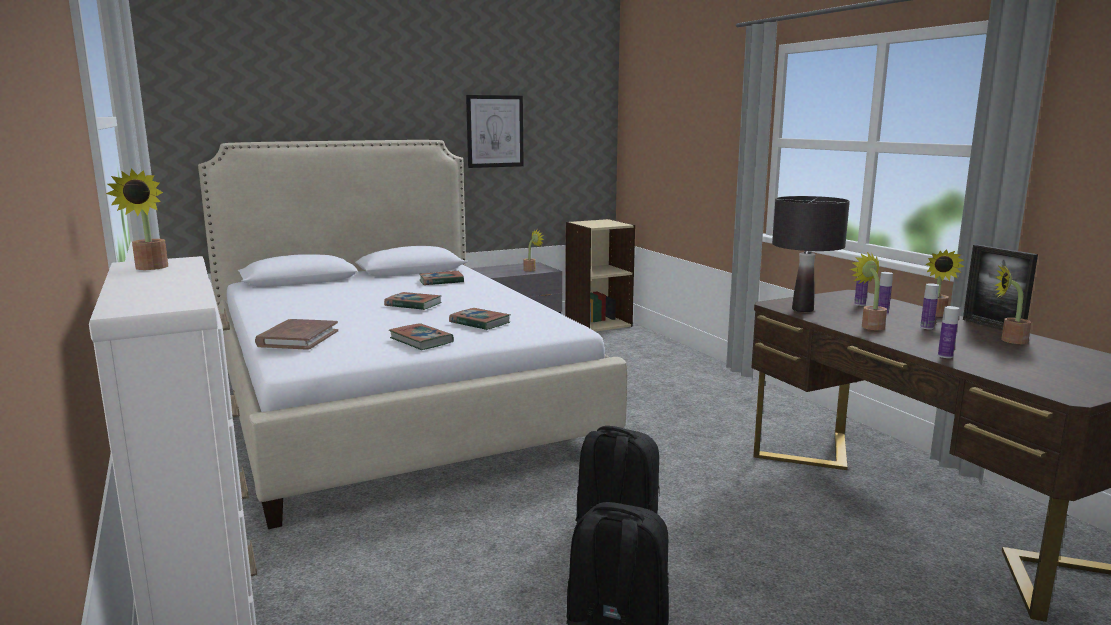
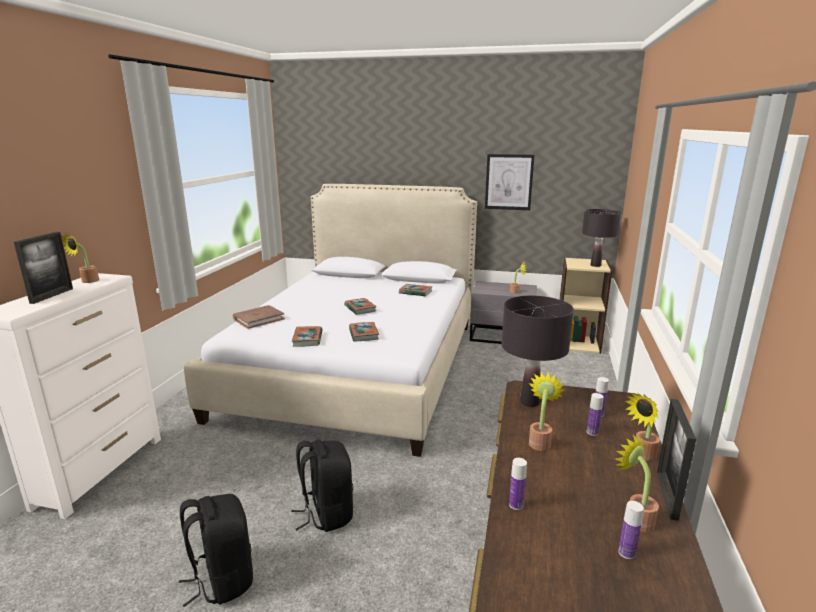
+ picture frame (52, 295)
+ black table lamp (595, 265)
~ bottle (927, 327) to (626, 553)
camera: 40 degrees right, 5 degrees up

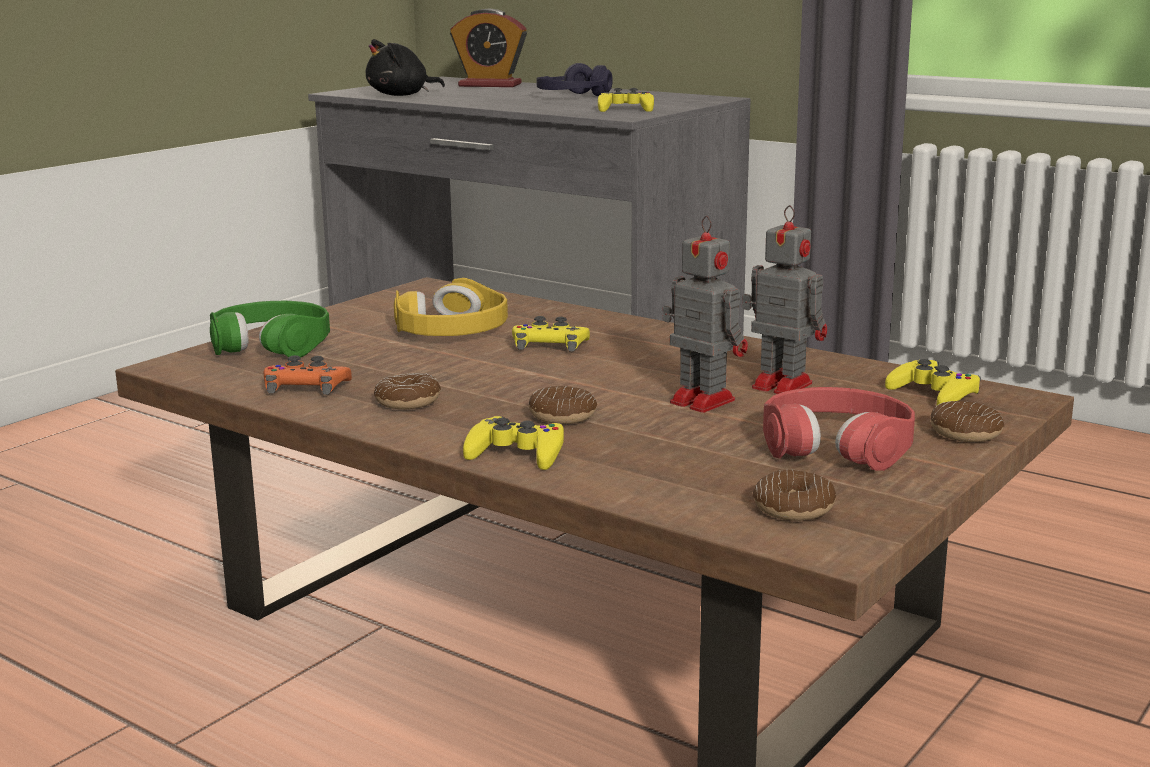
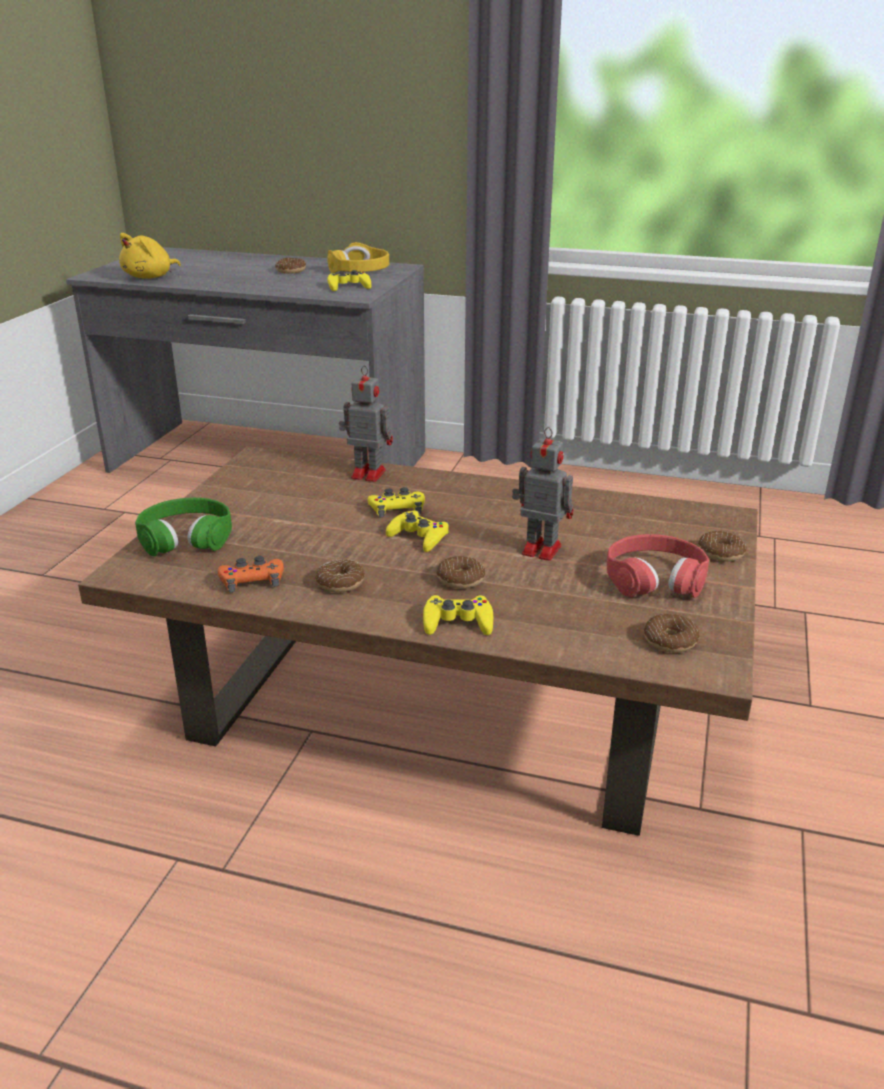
~ black plush toy (401, 95) to yellow plush toy (150, 277)
~ purple headphones (573, 96) to donut (291, 271)
~ yellow headphones (452, 330) to (360, 270)
~ toy robot (779, 385) to (366, 473)
~ yellow game controller (933, 394) to (419, 537)
- alarm clock (490, 85)
camera: 20 degrees left, 10 degrees up

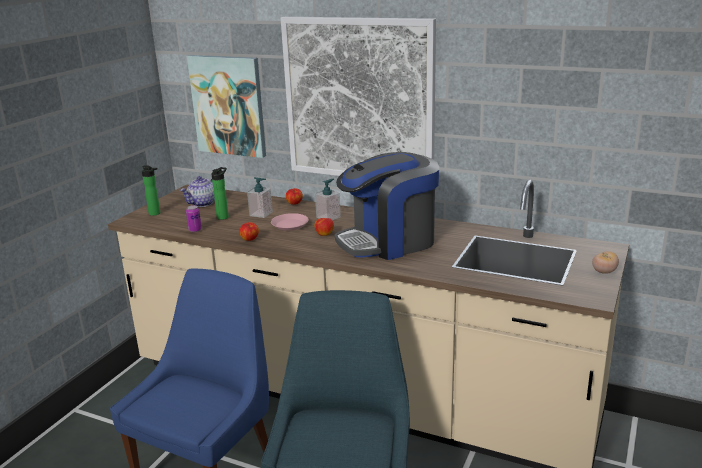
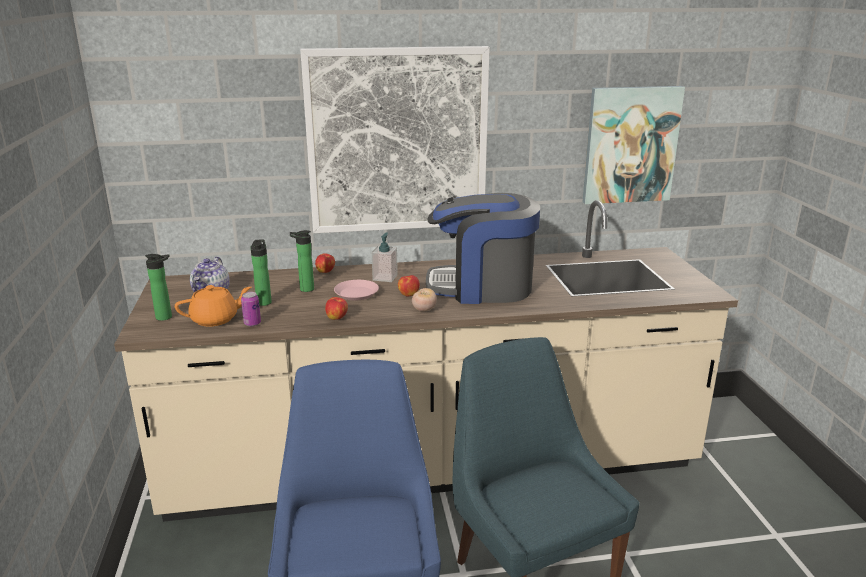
+ orange teapot (215, 319)
~ soap dispenser (261, 214) to bottle (304, 289)
~ tomato (604, 272) to (424, 310)
~ coffee machine (388, 241) = (482, 287) 60 degrees clockwise
~ picture (228, 105) to (630, 145)
camera: 35 degrees left, 0 degrees up

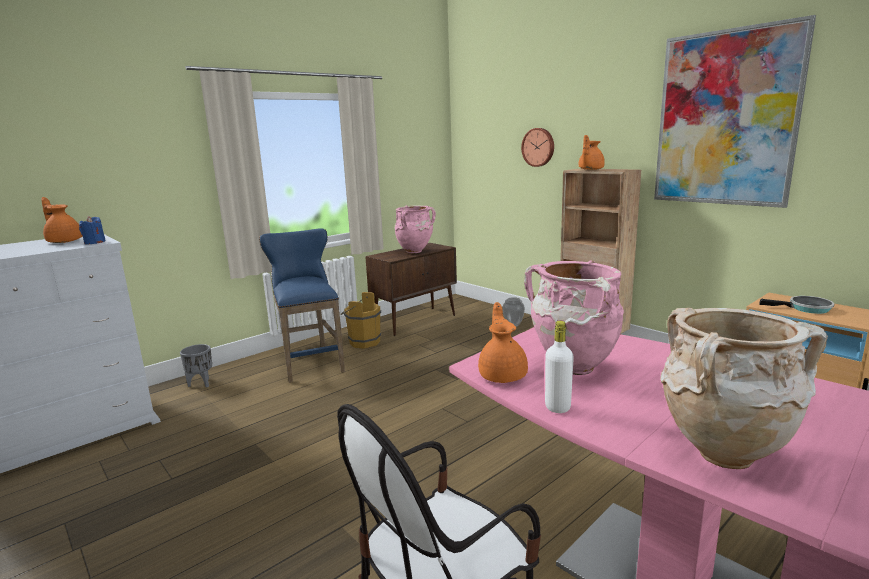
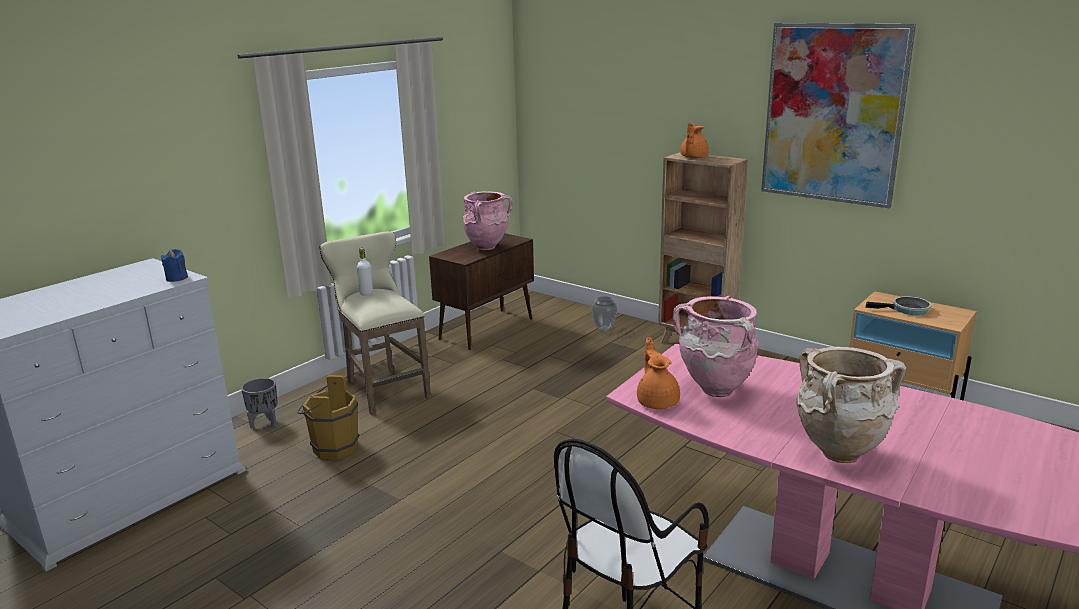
~ brown bucket (362, 342) to (332, 448)
~ blue stool (311, 361) to beige stool (383, 388)
~ white bottle (557, 407) to (366, 293)
- orange teapot (64, 241)
- wall clock (538, 147)
camera: 10 degrees left, 5 degrees up

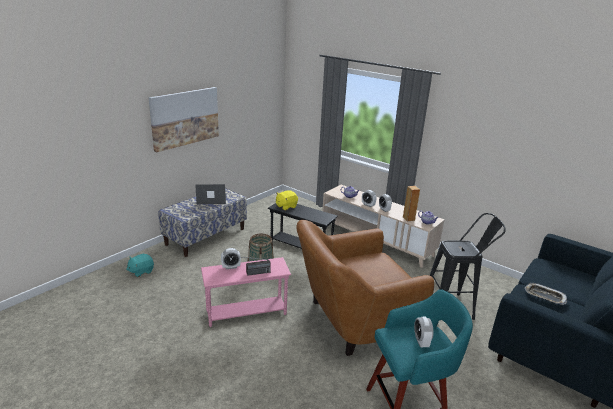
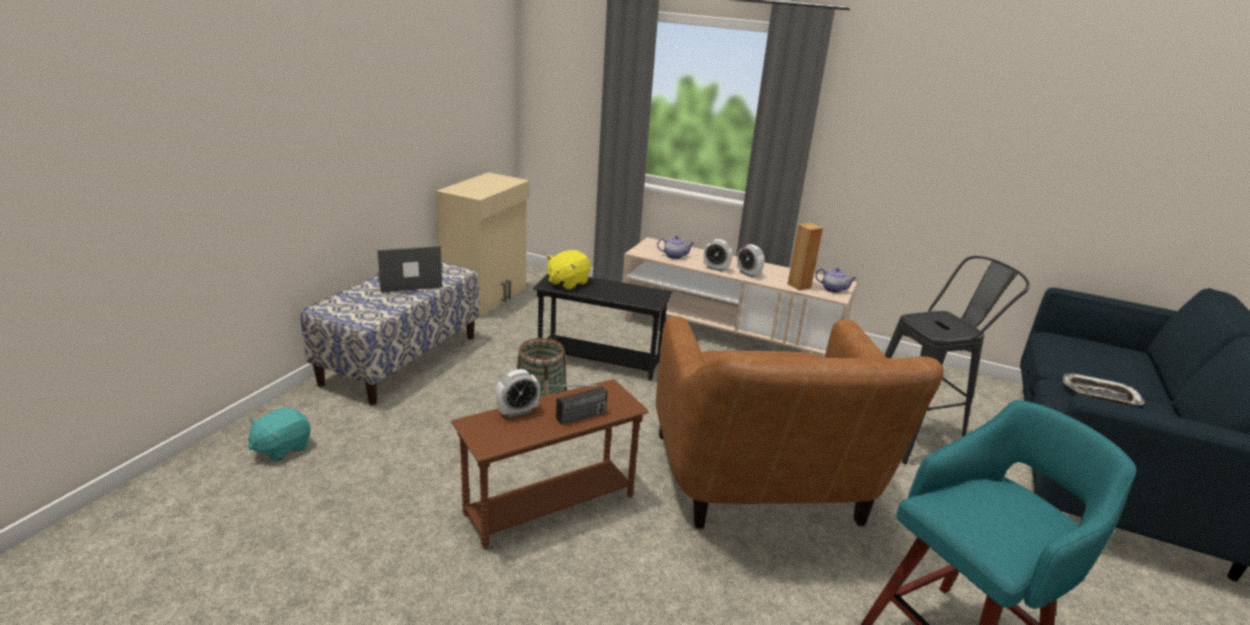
+ beige cabinet (486, 297)
~ pink side table (246, 312) to brown side table (549, 504)
~ brown armchair (353, 321) = (765, 488) 60 degrees counterclockwise
- picture (185, 118)
- alarm clock (421, 341)
camera: 15 degrees left, 0 degrees up

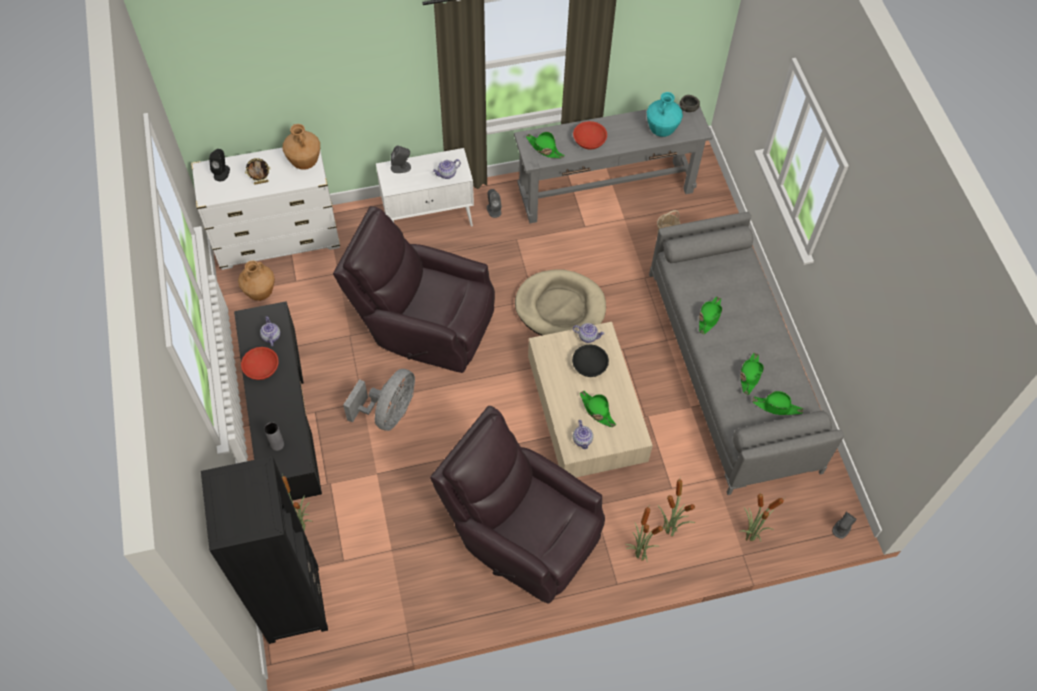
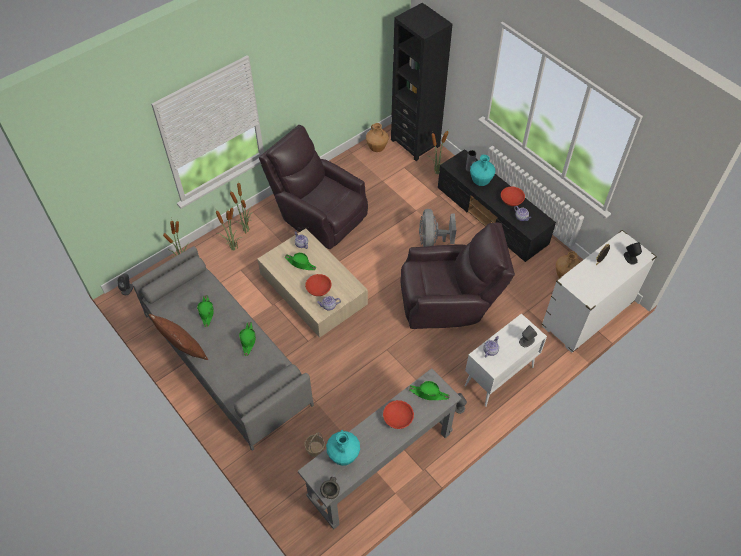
+ brown pillow (183, 349)
~ brown armchair (521, 532) = (318, 214) 150 degrees counterclockwise
~ black bowl (589, 365) to red bowl (318, 288)
~ brown vase (305, 162) to (377, 148)
+ turquoise vase (480, 182)
- beige dog bed (560, 307)
- green hat (777, 407)
camera: 155 degrees right, 5 degrees down

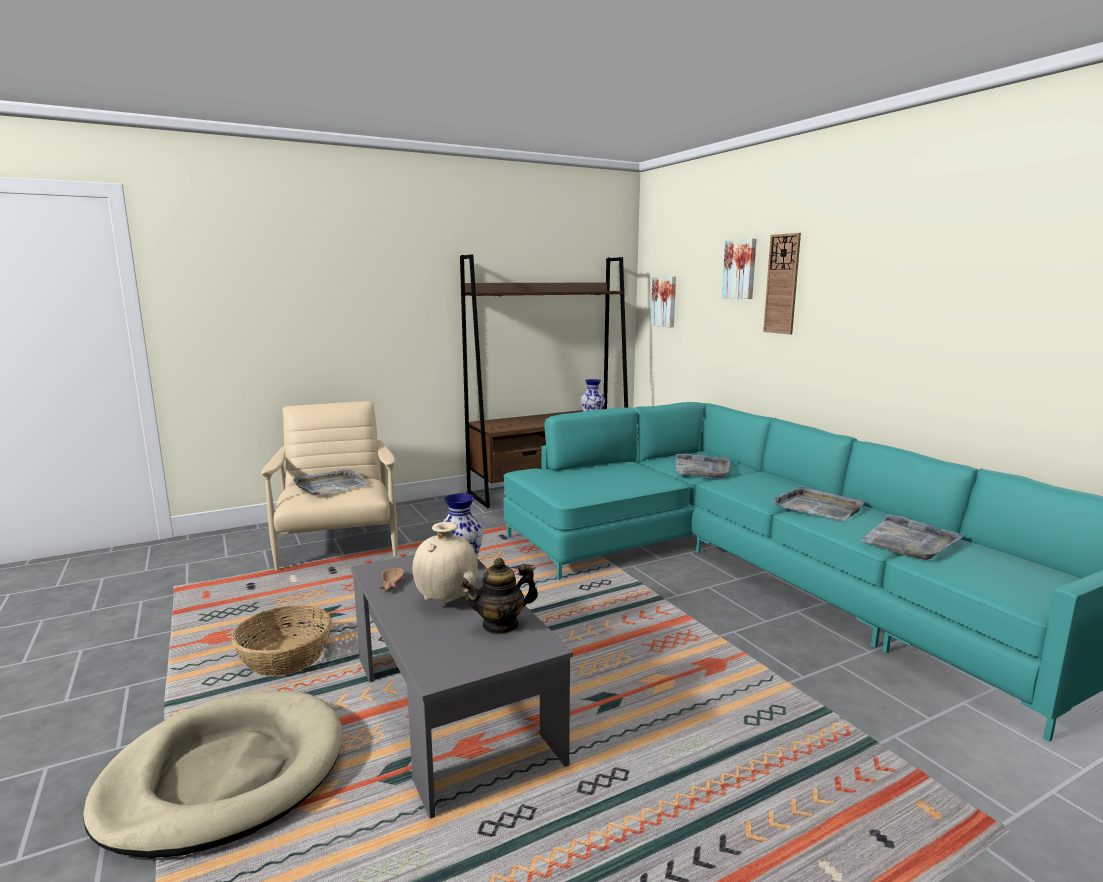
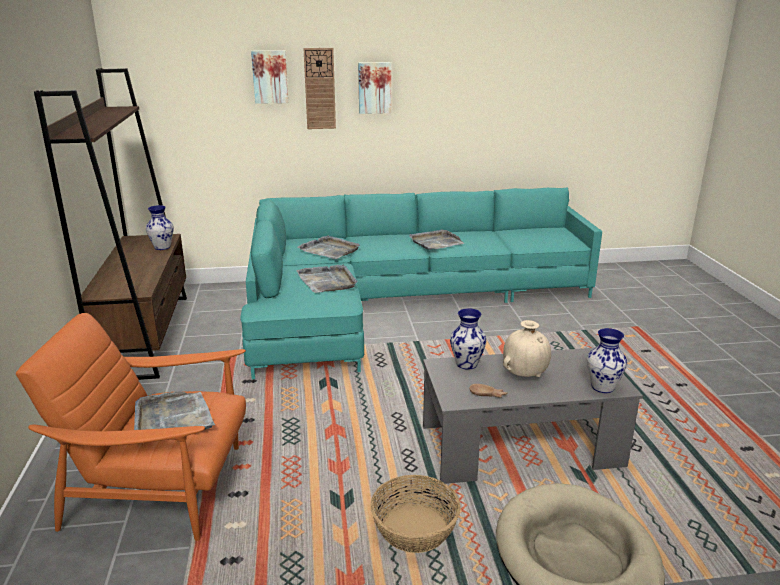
~ beige armchair (338, 544) to orange armchair (160, 488)
~ grey tray (909, 541) to (328, 281)
~ picture (664, 301) to (374, 87)
+ vase (602, 387)
- teapot (501, 625)
camera: 70 degrees left, 10 degrees up

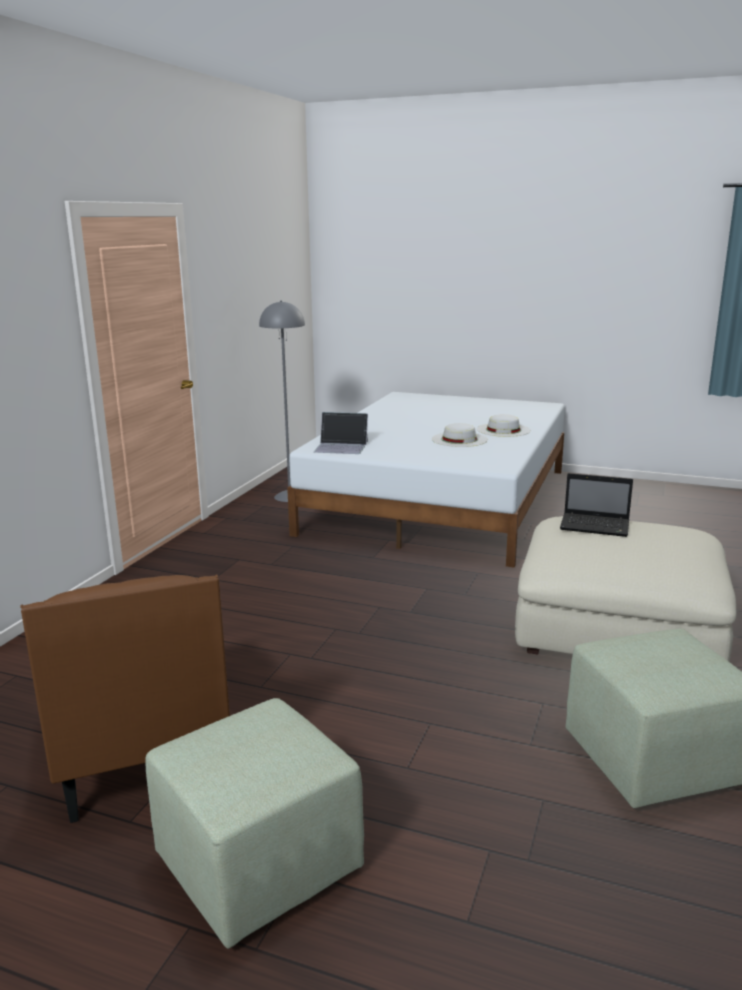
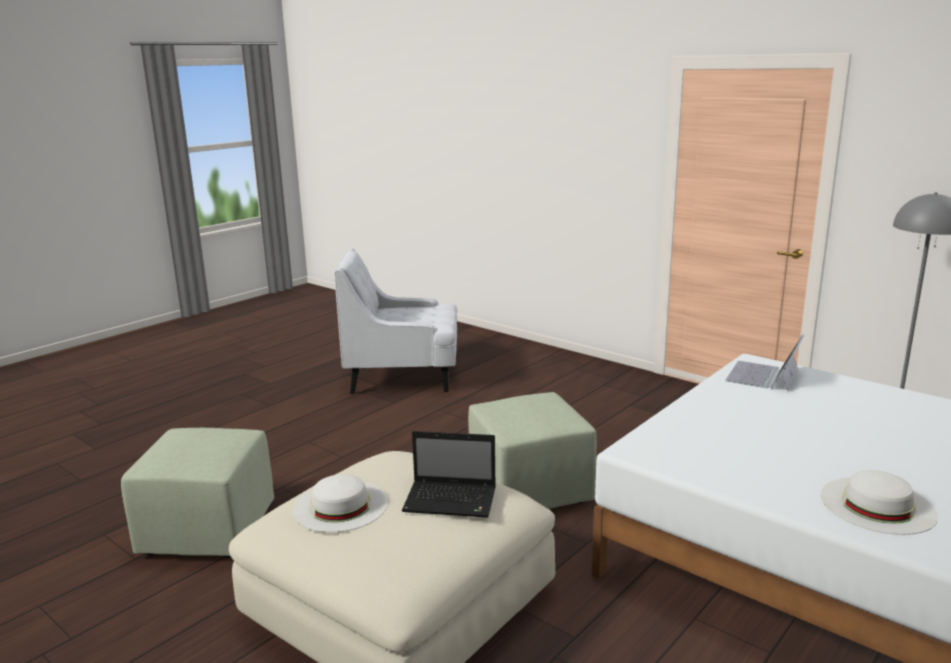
~ white hat (459, 439) to (340, 505)
~ brown armchair (140, 748) to white armchair (404, 377)
~ laptop (596, 526) = (452, 501) 120 degrees counterclockwise
~ green ottoman (260, 863) to (531, 491)
camera: 110 degrees right, 0 degrees up

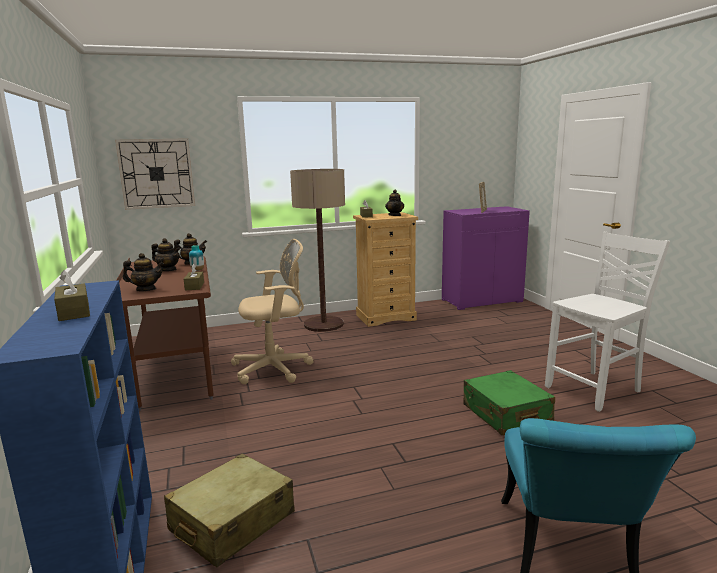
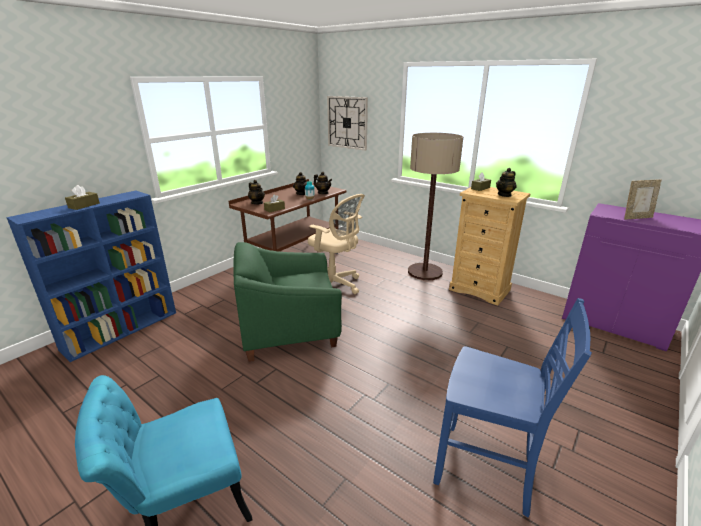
+ green armchair (289, 330)
~ white chair (595, 390) to blue chair (486, 470)
- beige suitcase (232, 522)
- green suitcase (506, 414)
camera: 55 degrees right, 10 degrees up

